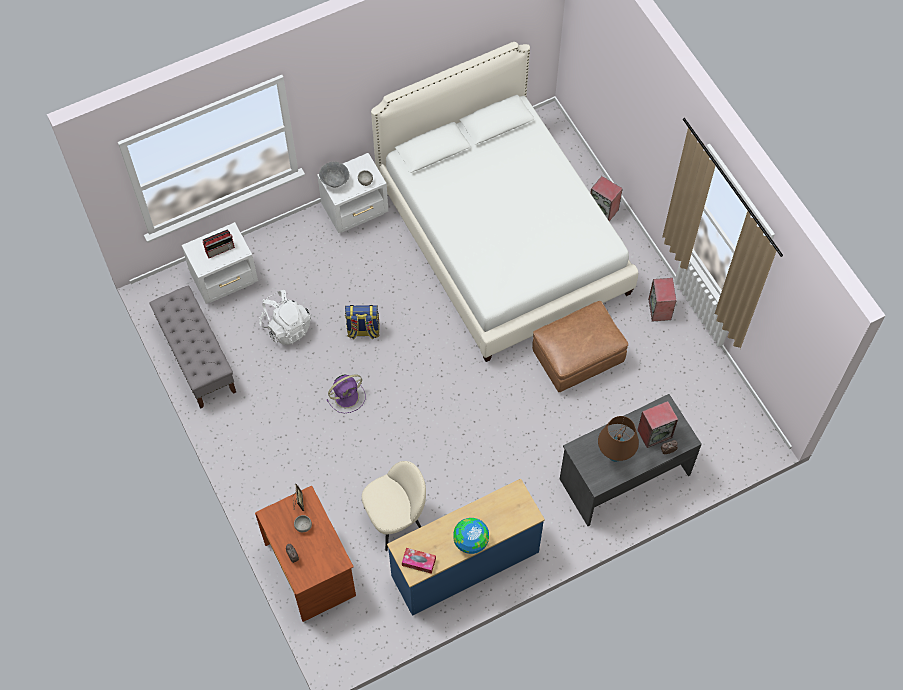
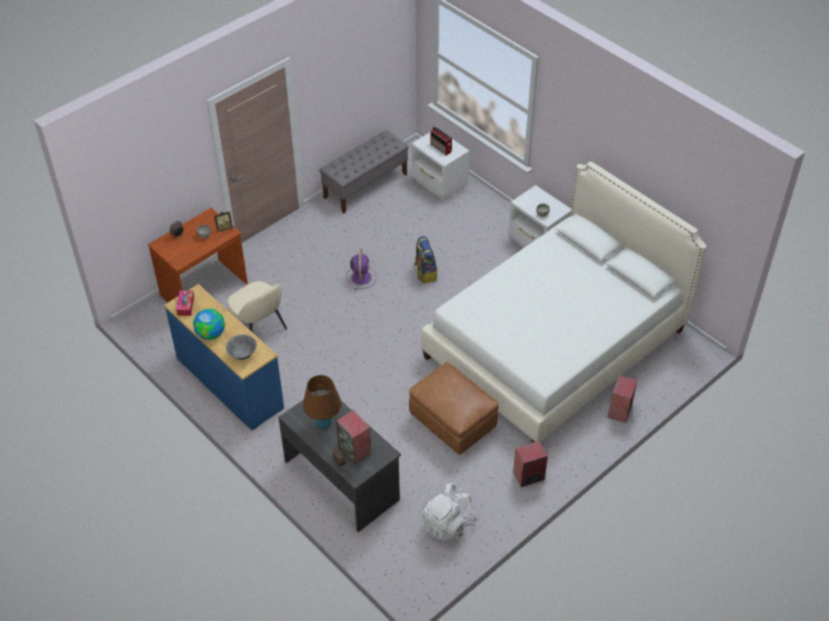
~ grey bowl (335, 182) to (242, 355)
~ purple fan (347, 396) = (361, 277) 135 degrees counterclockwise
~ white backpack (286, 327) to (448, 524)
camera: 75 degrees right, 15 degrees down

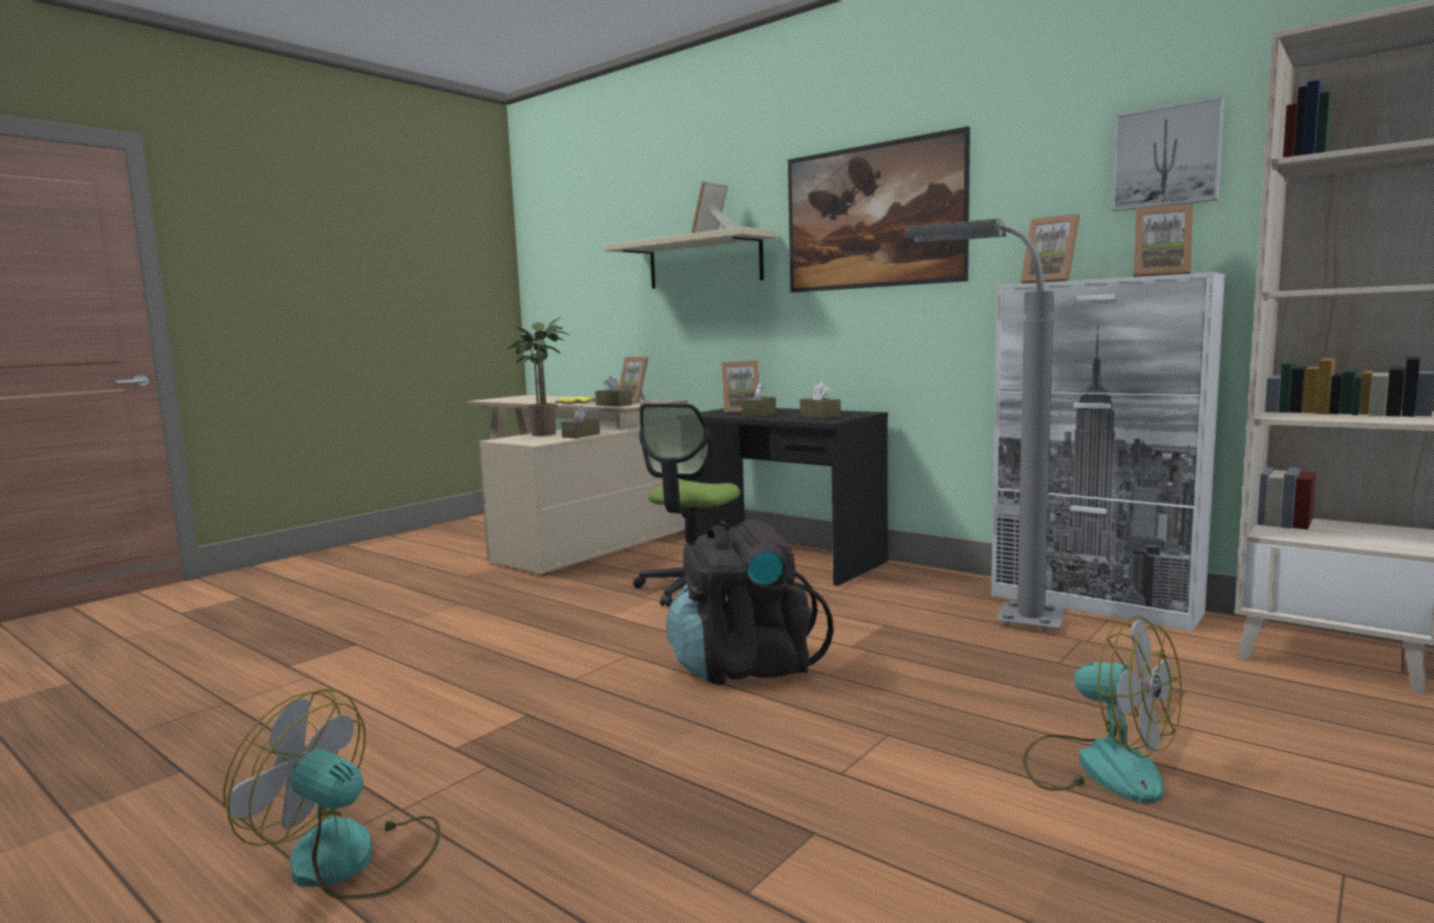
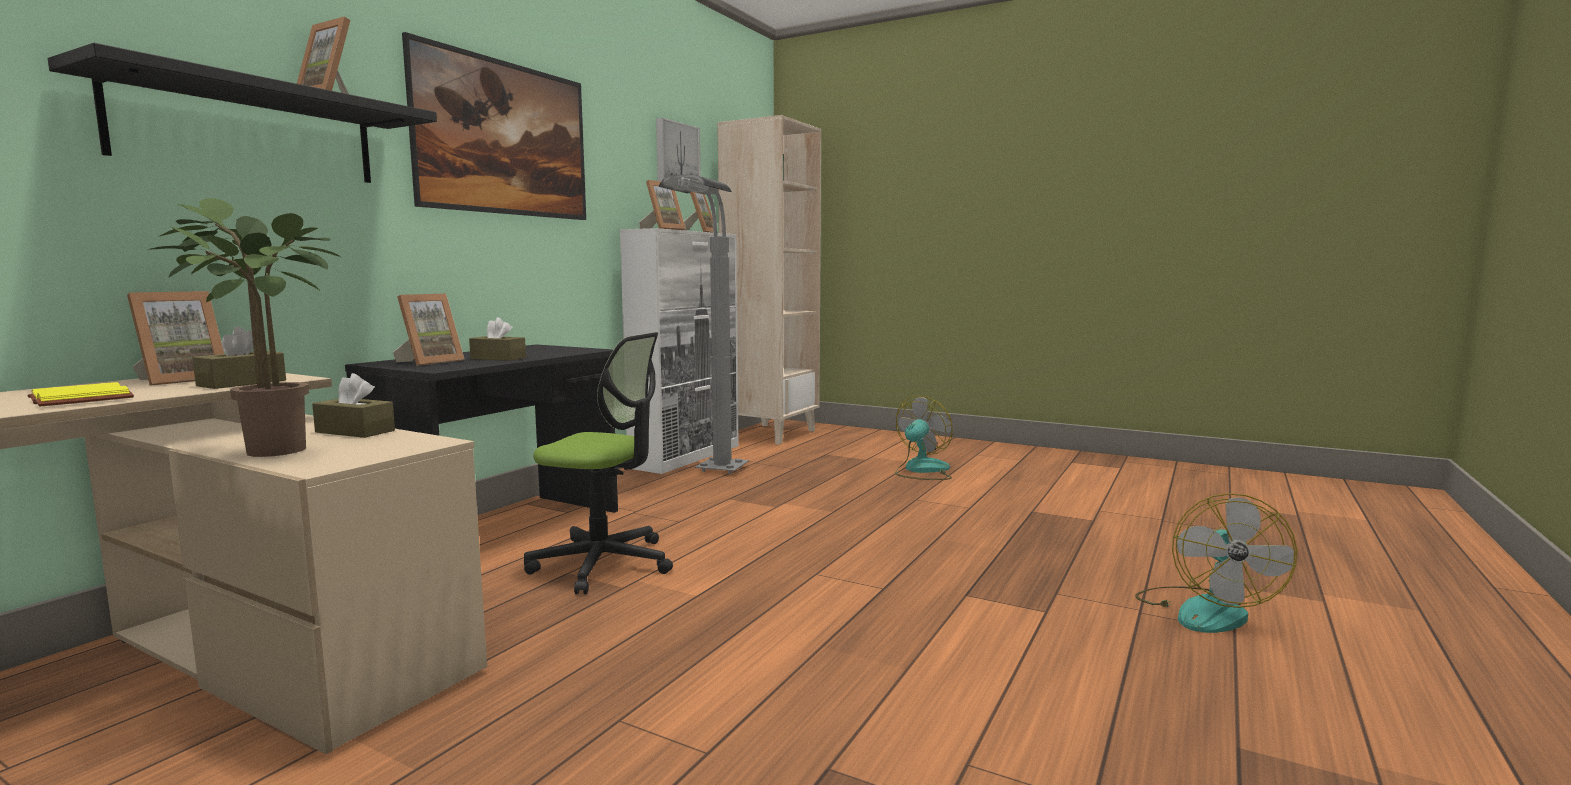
~ beige shelf (704, 262) to black shelf (249, 132)
~ picture frame (741, 411) = (429, 362) 45 degrees clockwise
- black backpack (745, 666)
- brown tissue box (820, 416)
camera: 100 degrees left, 0 degrees up

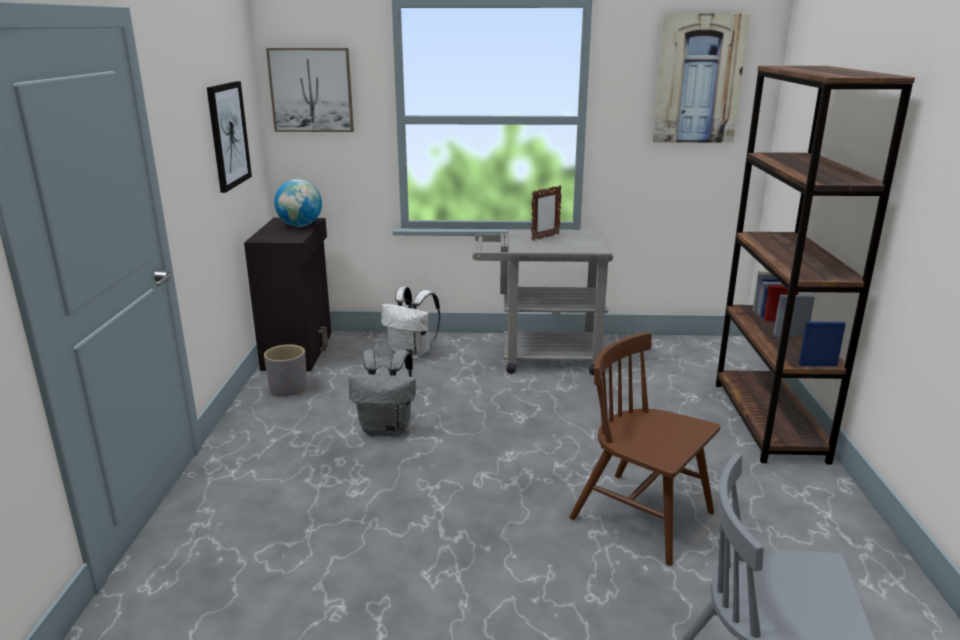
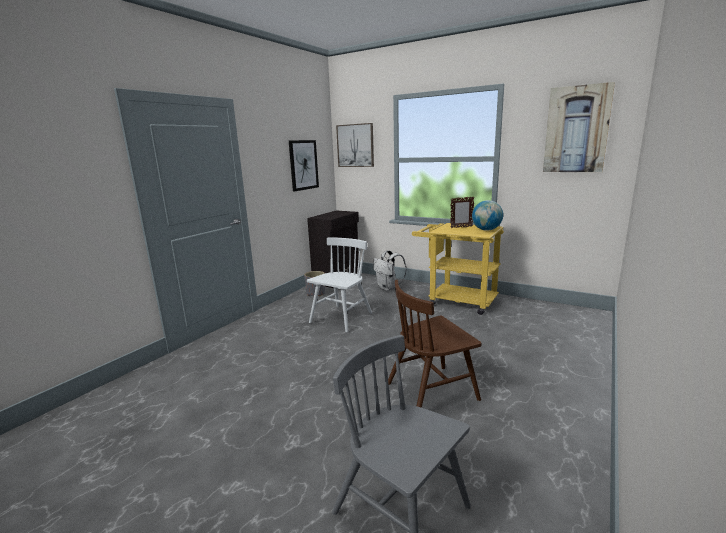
~ grey backpack (387, 429) to white chair (341, 318)
~ brown chair (642, 516) = (432, 391) 90 degrees counterclockwise
~ grey cart (539, 357) to yellow cart (456, 301)
~ globe (300, 226) to (486, 230)
- brown bookcase (768, 421)
camera: 30 degrees right, 5 degrees down

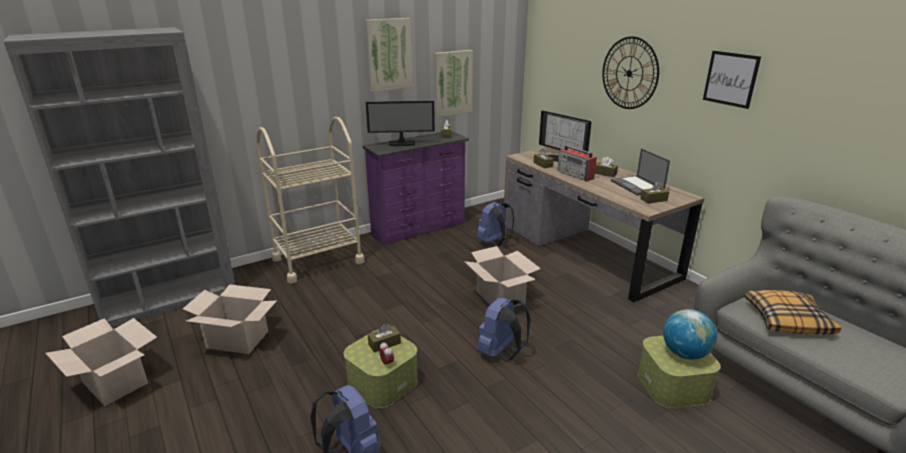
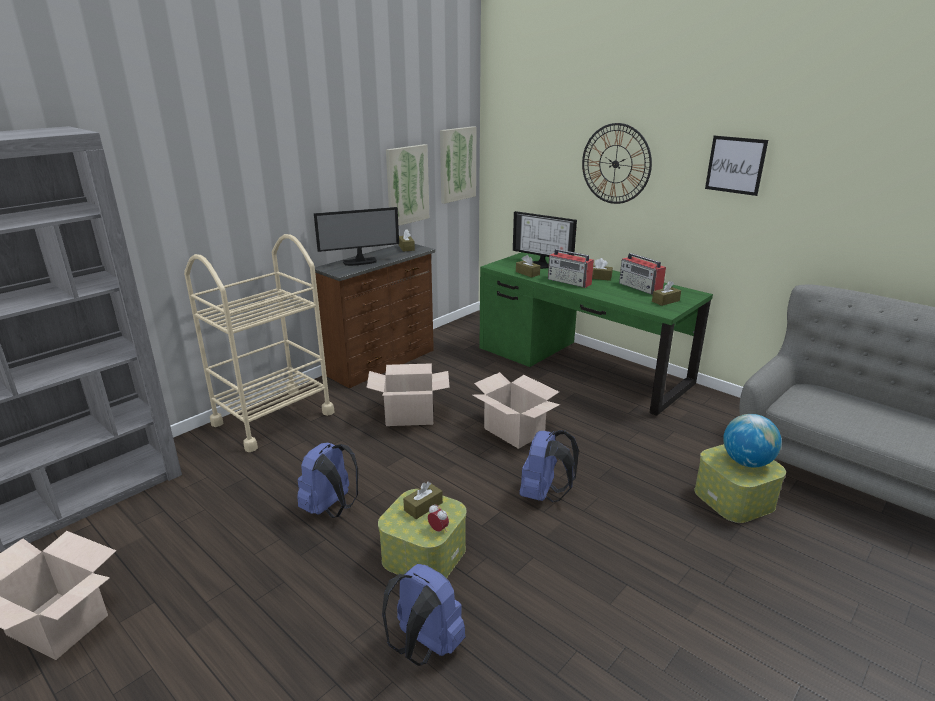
~ blue backpack (494, 243) to (331, 508)
~ purple dresser (420, 228) to brown dresser (383, 363)
~ cardboard box (237, 340) to (409, 416)
~ picture (388, 54) to (457, 164)
~ brown desk (585, 250) to green desk (581, 366)
~ laptop (637, 186) to radio (640, 288)
- pillow (787, 319)
camera: 15 degrees left, 0 degrees up

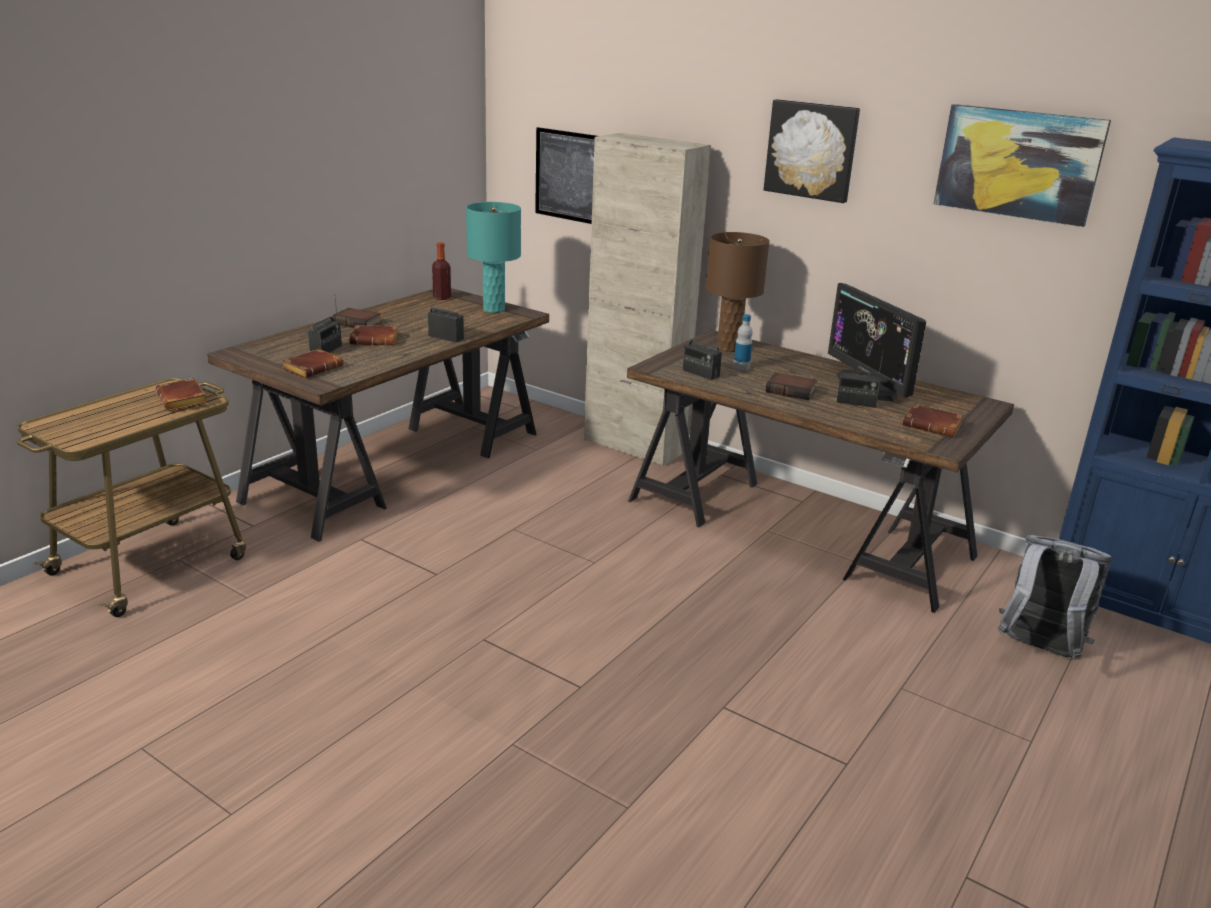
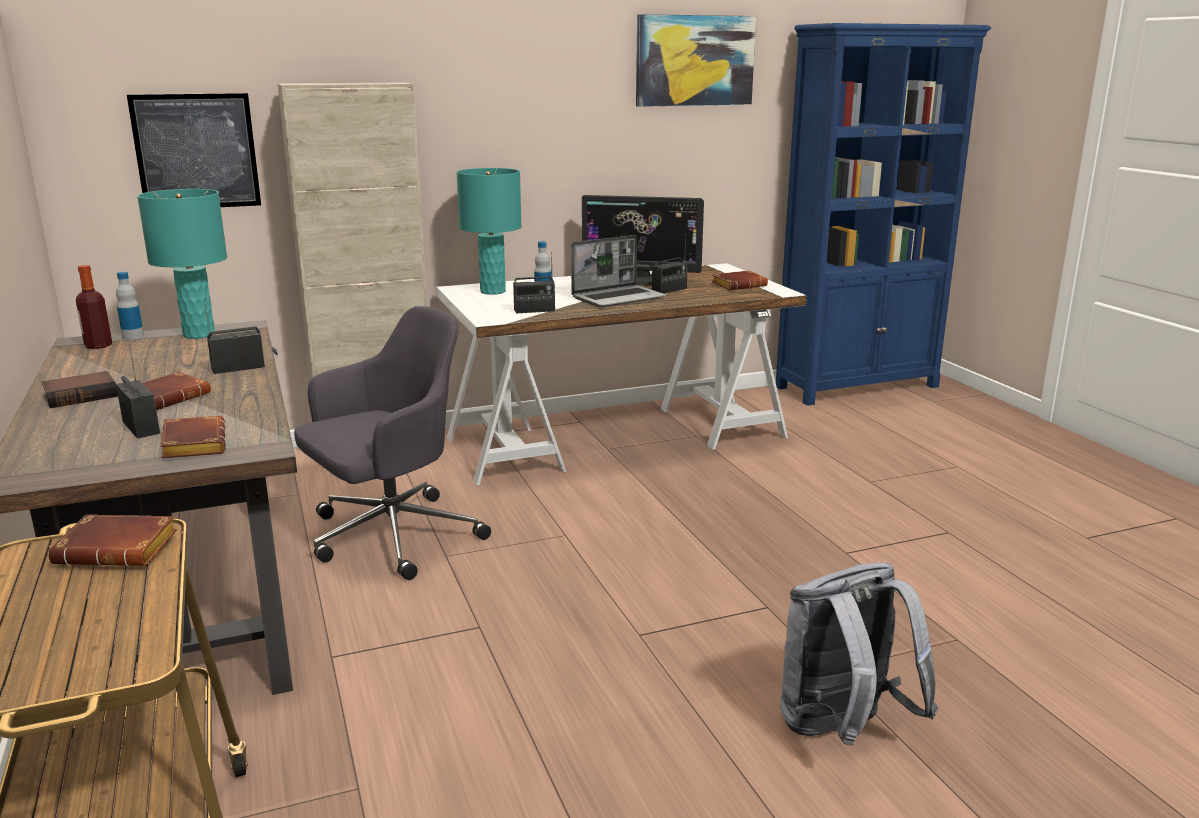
+ bottle (133, 337)
+ grey office chair (391, 537)
~ brown desk (797, 527) to white desk (617, 437)
~ brown table lamp (729, 348) to turquoise table lamp (493, 291)
~ book (791, 391) to laptop (619, 298)
~ grey backpack (1038, 650) to (842, 731)
- picture (812, 150)
camera: 55 degrees left, 5 degrees down

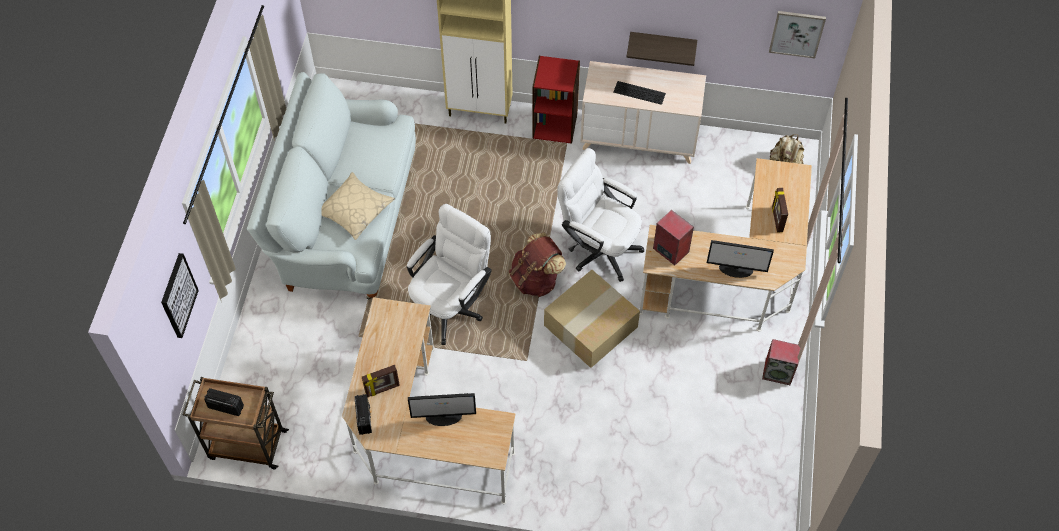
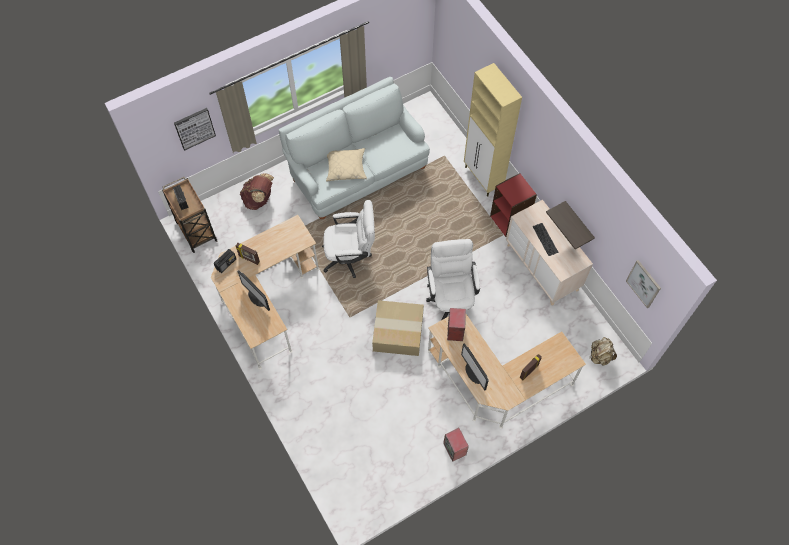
~ brown backpack (536, 279) to (259, 199)
camera: 50 degrees right, 5 degrees up

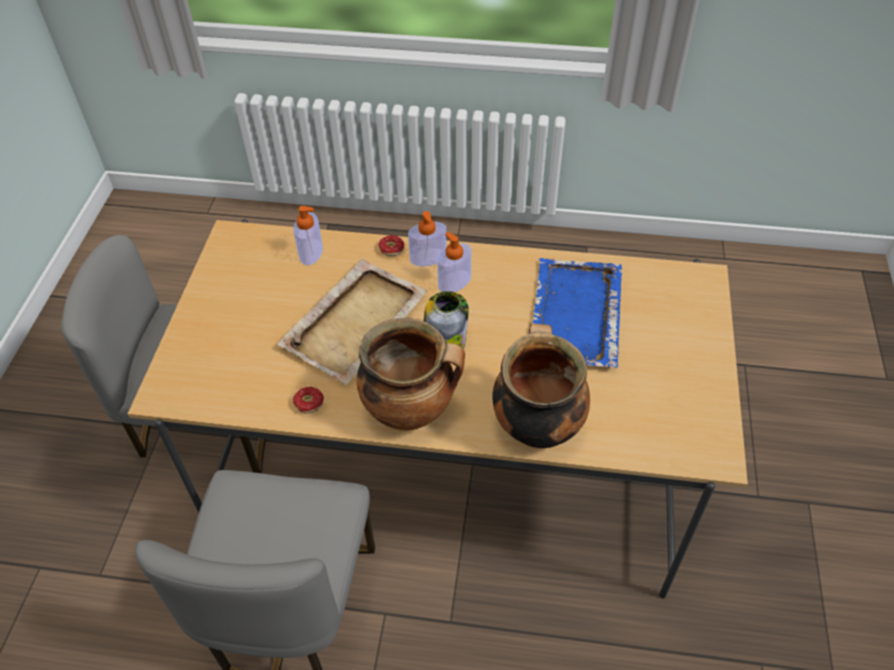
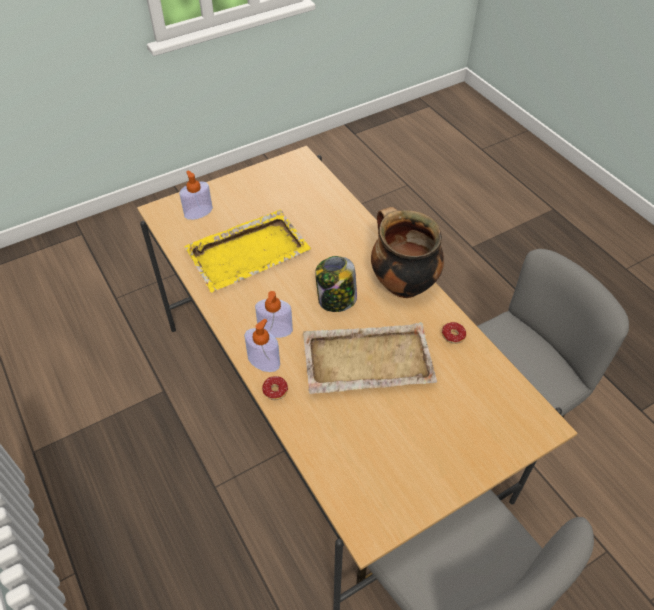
~ soap dispenser (311, 252) to (198, 212)
~ blue tray (575, 315) to yellow tray (249, 252)
- cooking pot (536, 425)
camera: 130 degrees left, 0 degrees up

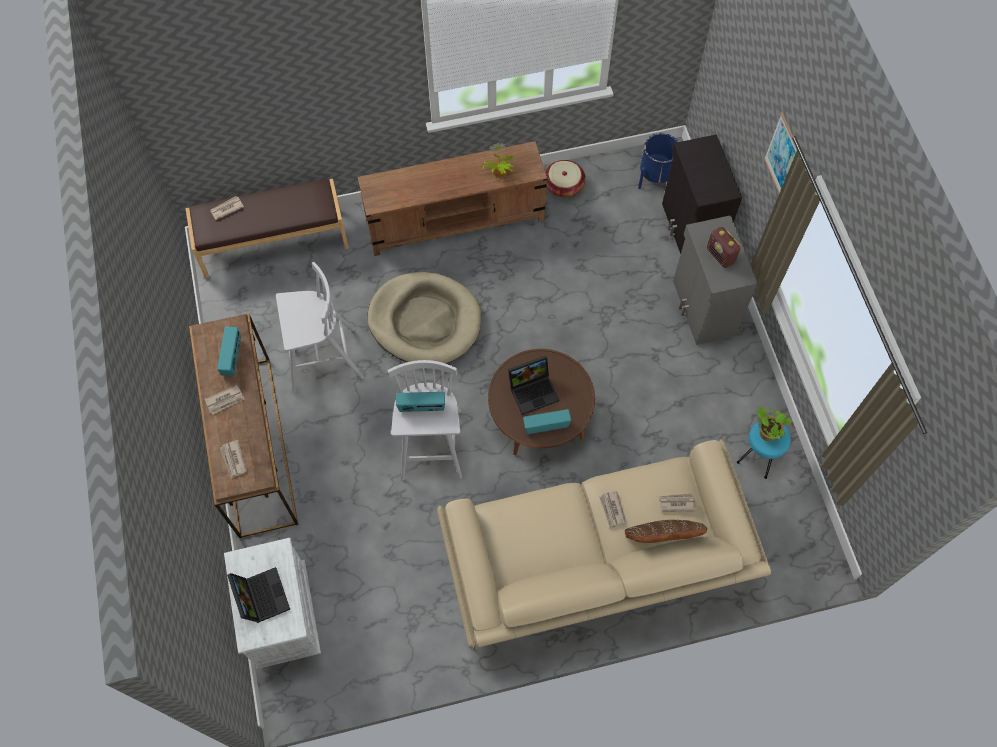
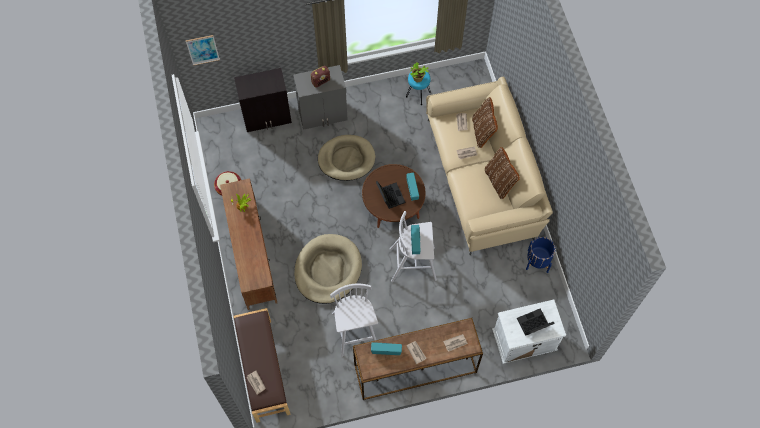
~ picture (782, 155) to (202, 50)
+ beige dog bed (346, 159)
+ brown pillow (499, 181)
~ blue planter (655, 177) to (537, 261)
camera: 90 degrees left, 0 degrees up

